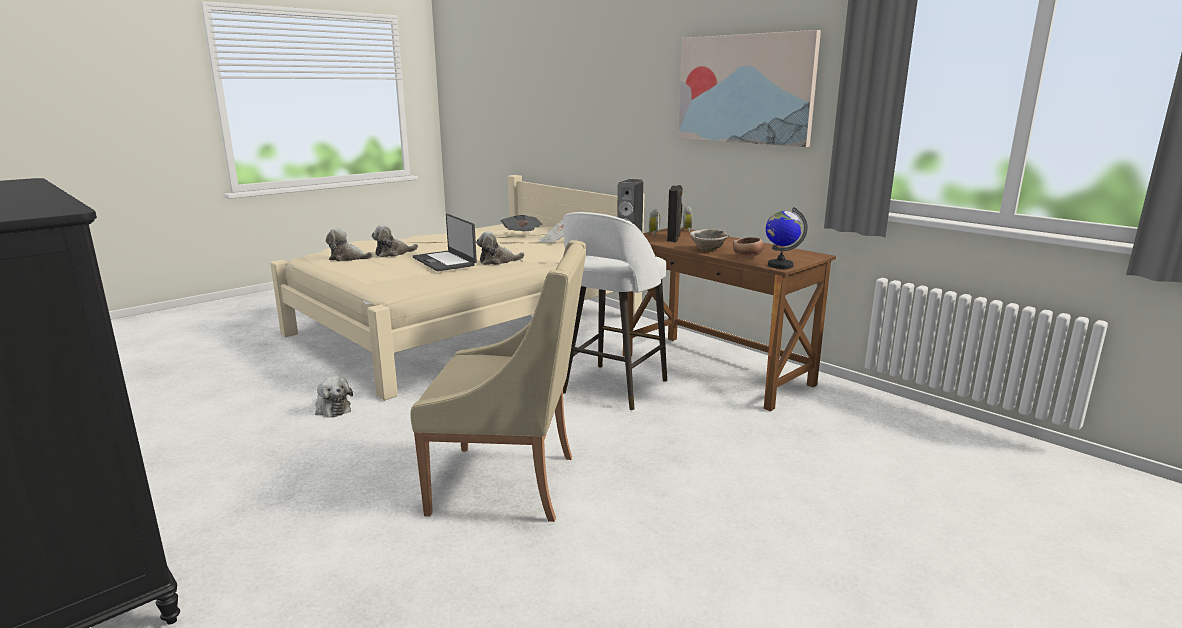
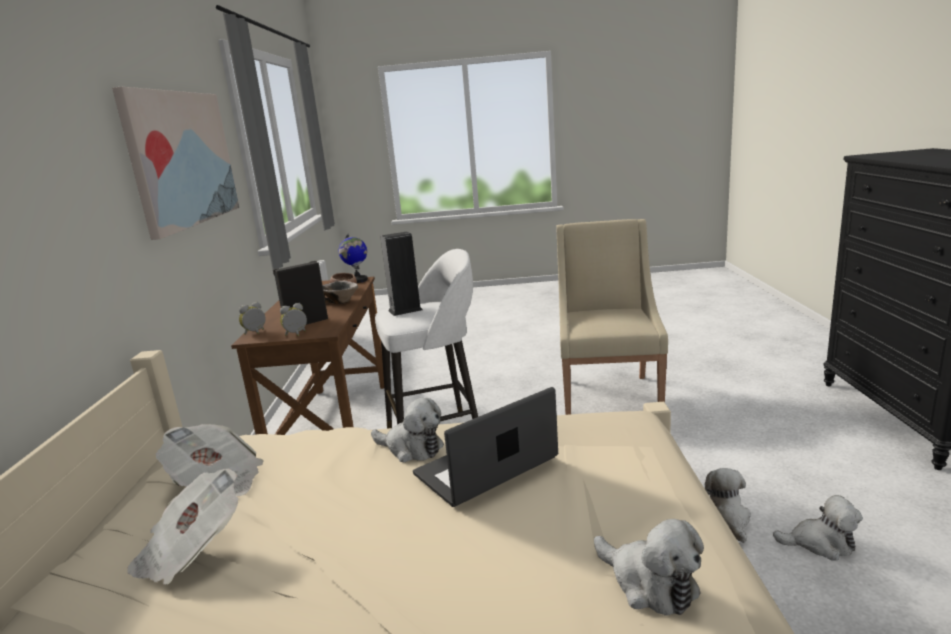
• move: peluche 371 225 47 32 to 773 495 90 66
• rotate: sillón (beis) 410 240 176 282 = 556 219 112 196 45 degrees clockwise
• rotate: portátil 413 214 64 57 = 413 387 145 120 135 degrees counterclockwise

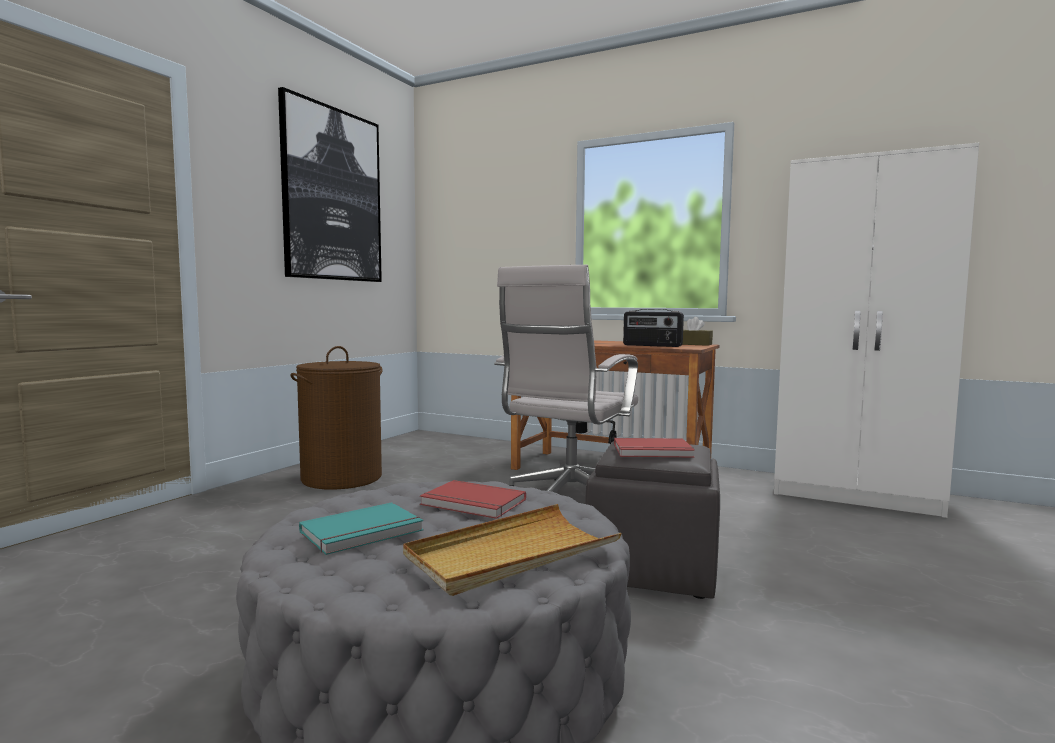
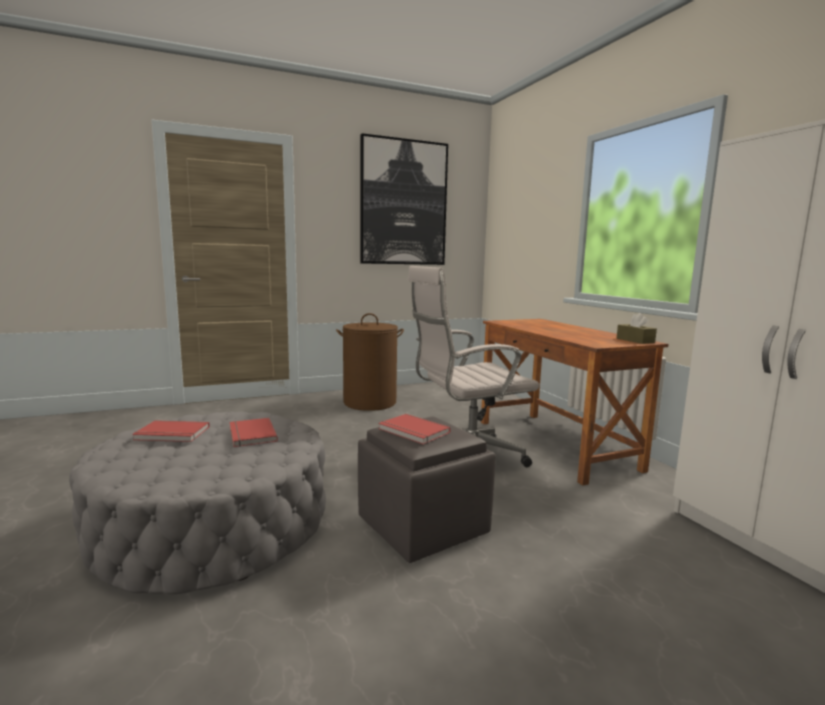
• delete: bandeja (beis) 403 504 219 92
• delete: radio 623 309 61 38
• recolor: libro (turquesa) 299 502 124 53 to libro (rojo) 132 420 78 22

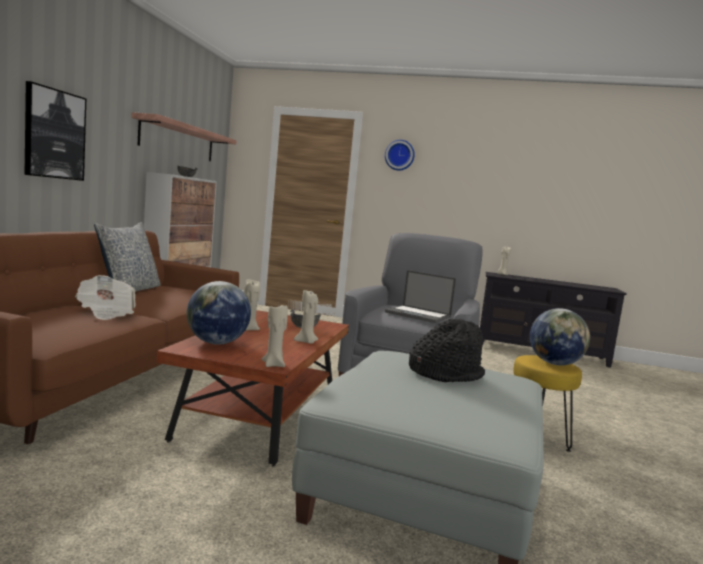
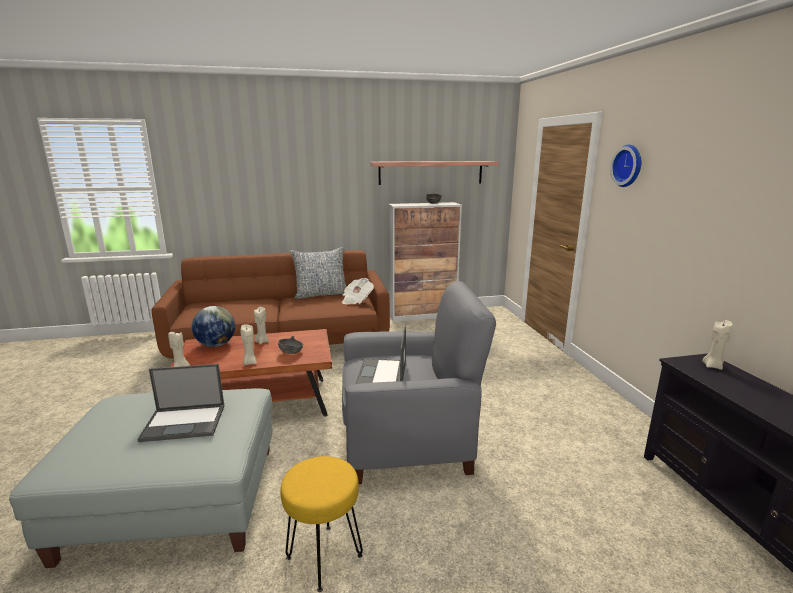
• delete: cuadro 24 81 62 100
• delete: globo terráqueo 530 308 60 58
• move: periódico 75 275 61 45 to 342 278 32 26
• replace: sombrero (negro) 409 319 76 63 to portátil 137 364 87 78

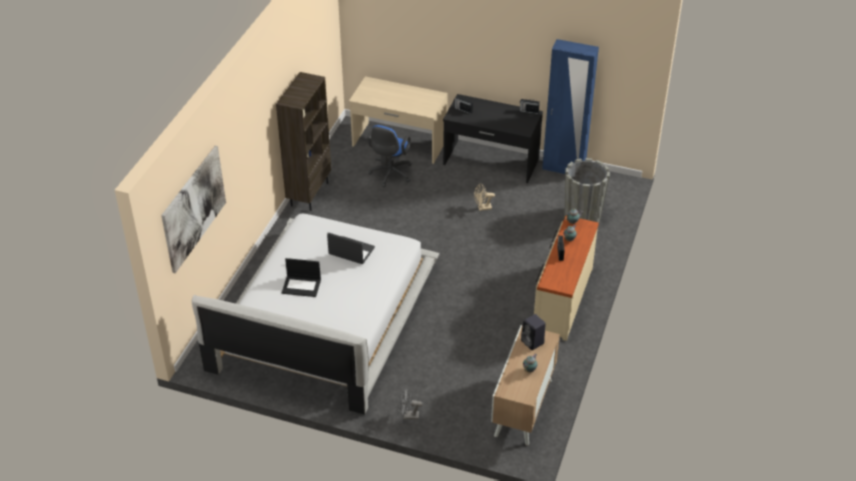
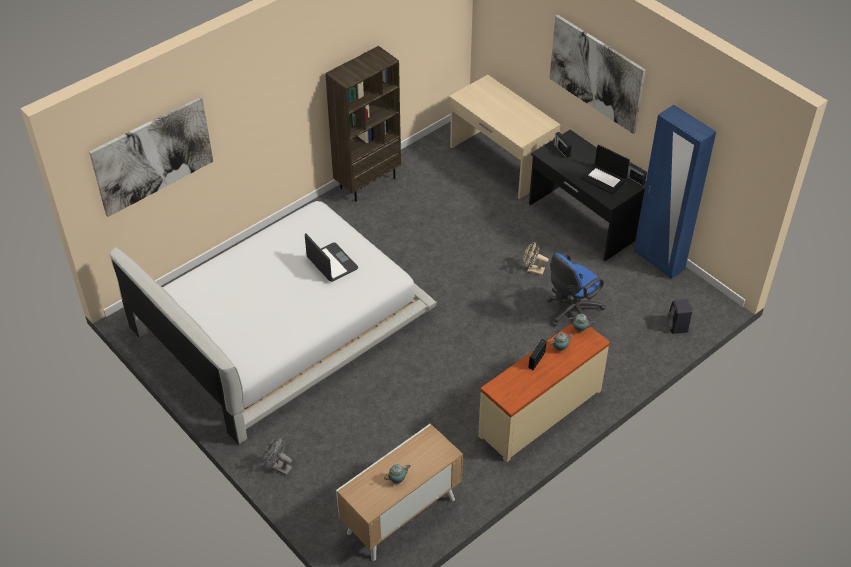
• delete: maceta (gris) 565 158 45 65
• insert: cuadro 549 15 97 119
• move: portátil 282 258 39 39 to 581 144 49 50
• move: silla de oficina (azul) 368 125 43 62 to 547 253 58 74
• move: altavoz (negro) 521 314 25 36 to 667 299 26 35

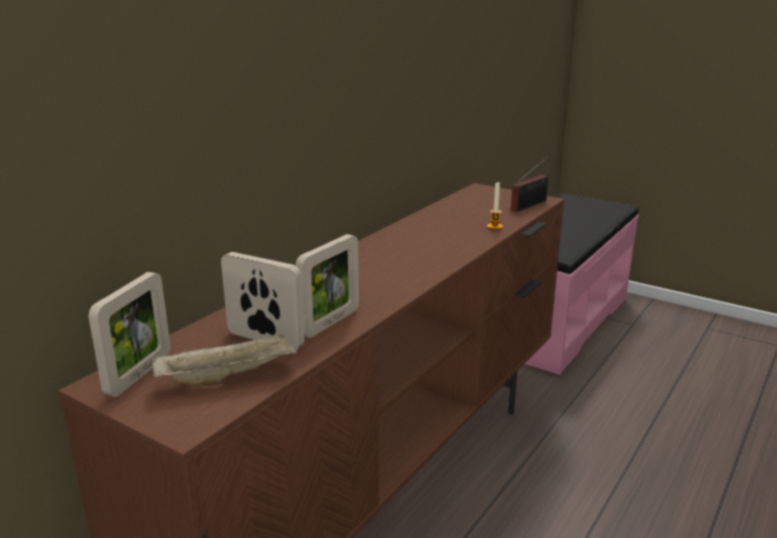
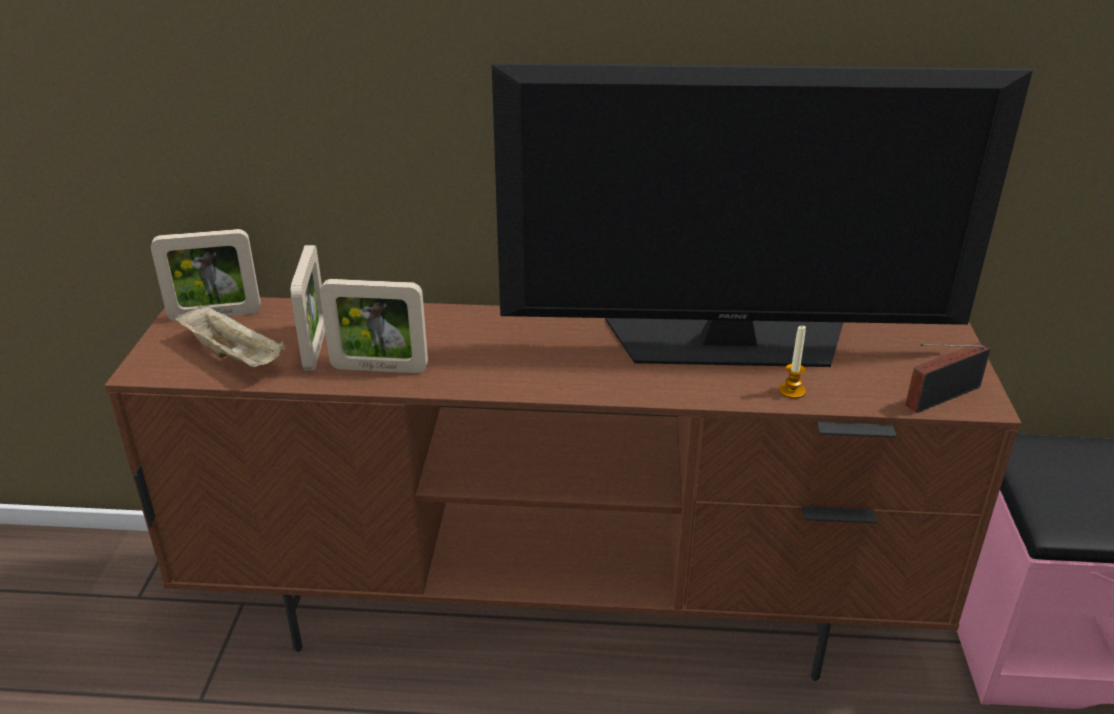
• insert: televisor 492 63 541 304
• rotate: radio 511 155 38 57 = 906 343 84 70 135 degrees clockwise

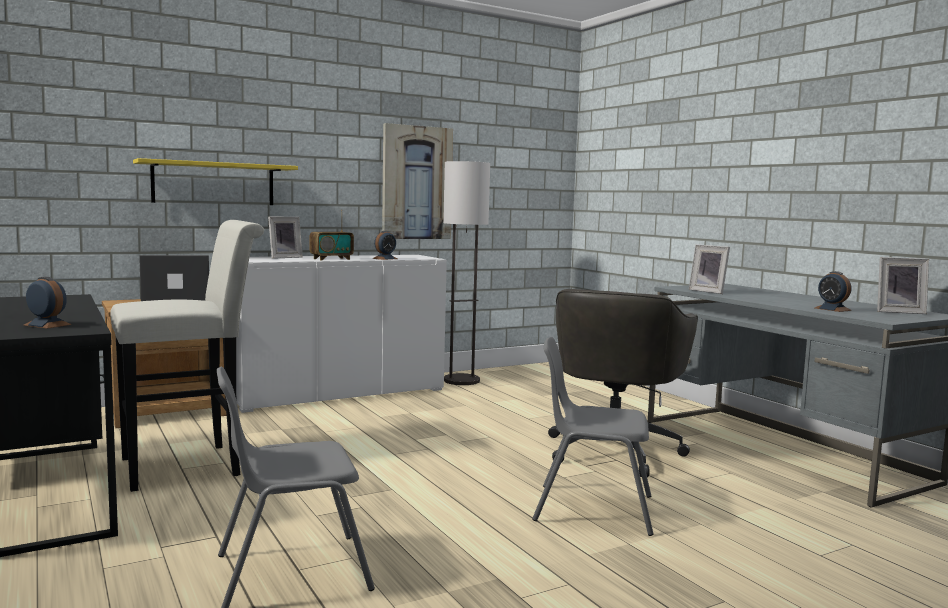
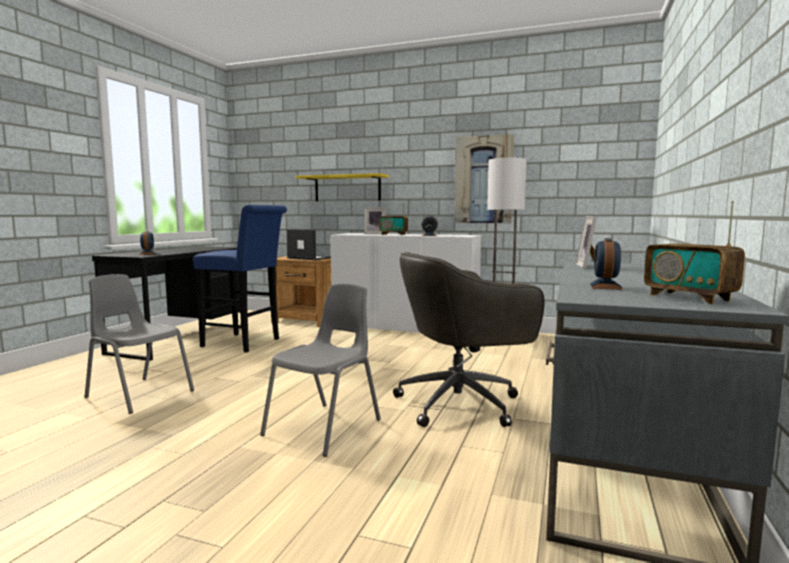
• replace: portarretratos 877 257 52 57 to radio 644 201 101 103
• recolor: taburete (blanco) 110 220 154 272 to taburete (azul) 193 205 94 148
• rotate: silla (gris) 532 337 122 199 = 260 283 121 174 60 degrees clockwise

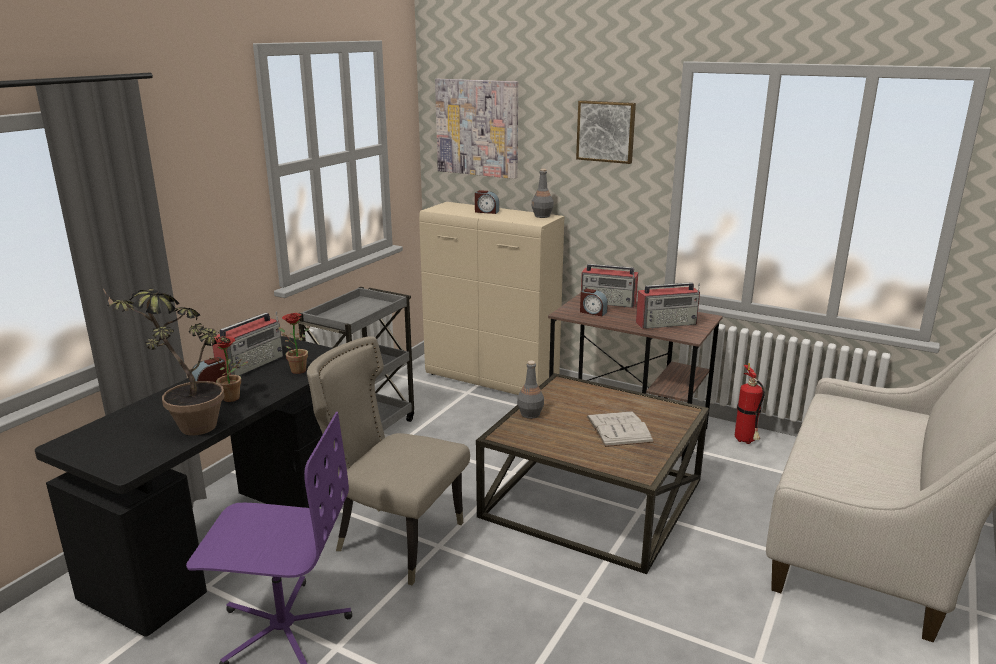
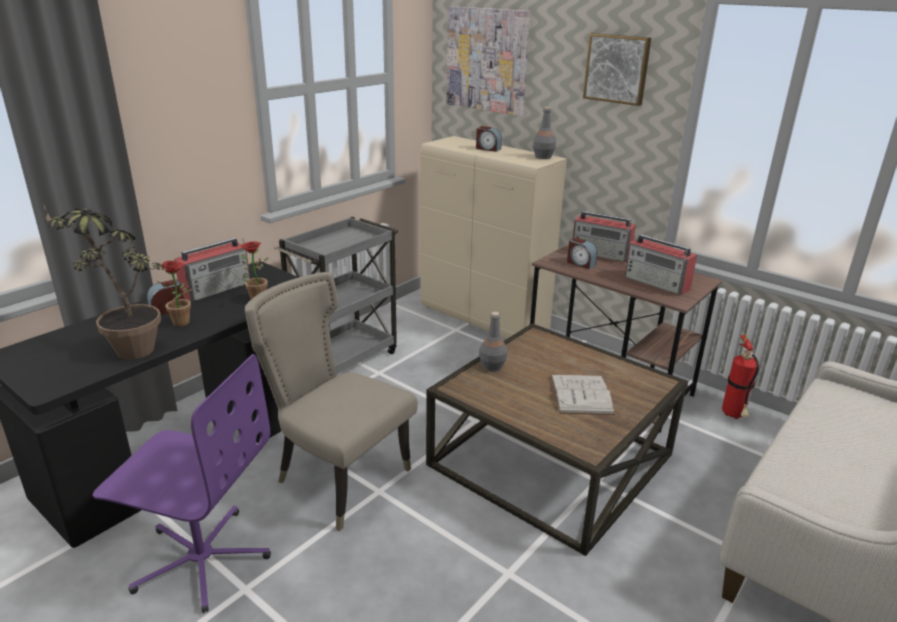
• rotate: radio 636 282 64 47 = 625 234 72 61 45 degrees clockwise

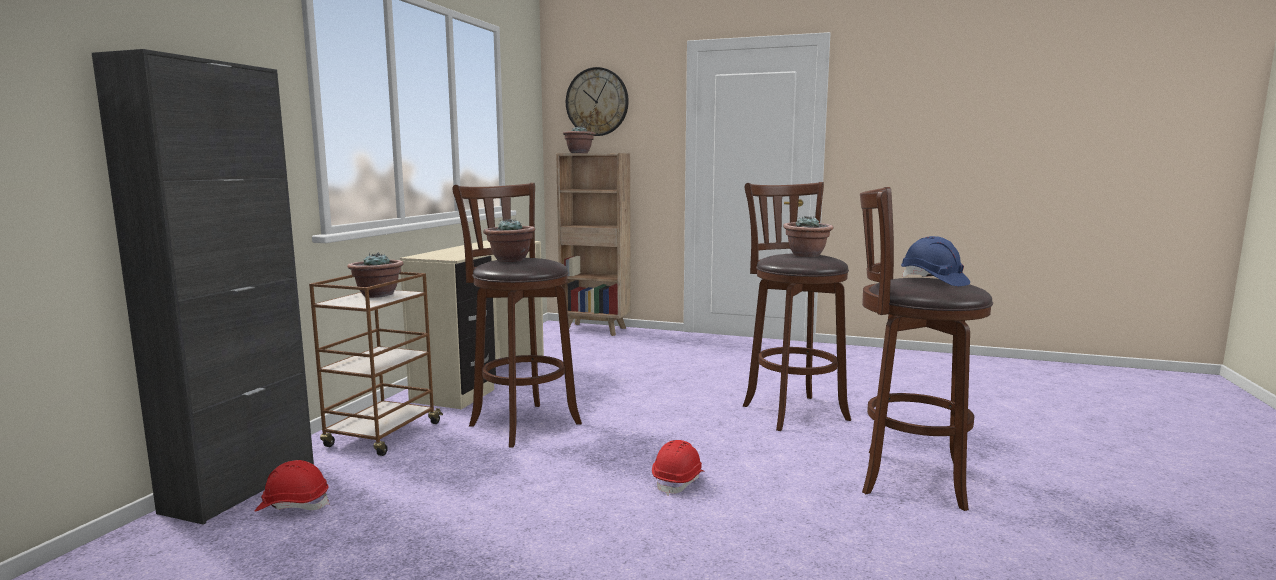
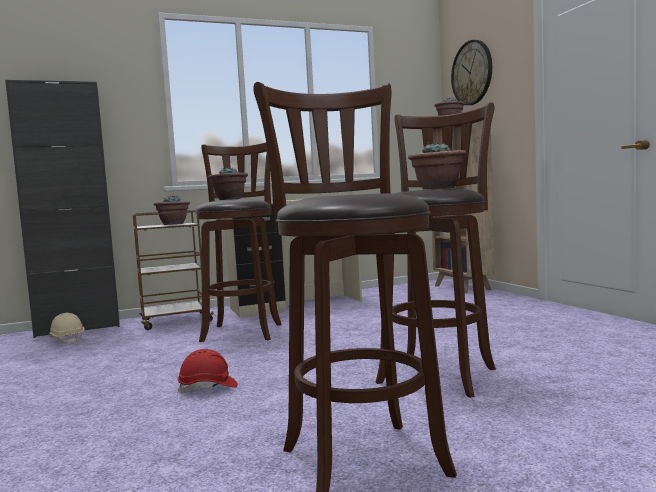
• delete: casco (azul) 901 236 69 50
• recolor: casco (rojo) 255 460 74 52 to casco (beis) 49 313 36 31

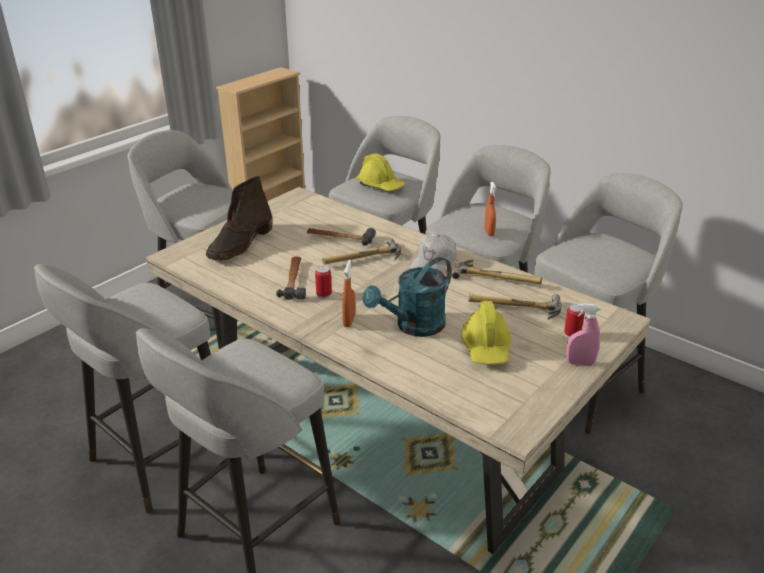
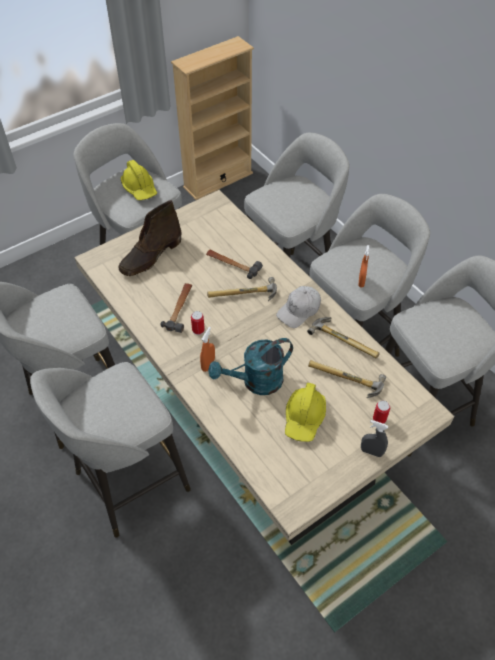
• move: casco (amarillo) 356 153 49 38 to 121 160 36 40
• recolor: pulverizador (rosa) 566 303 35 63 to pulverizador (gris) 361 420 27 37

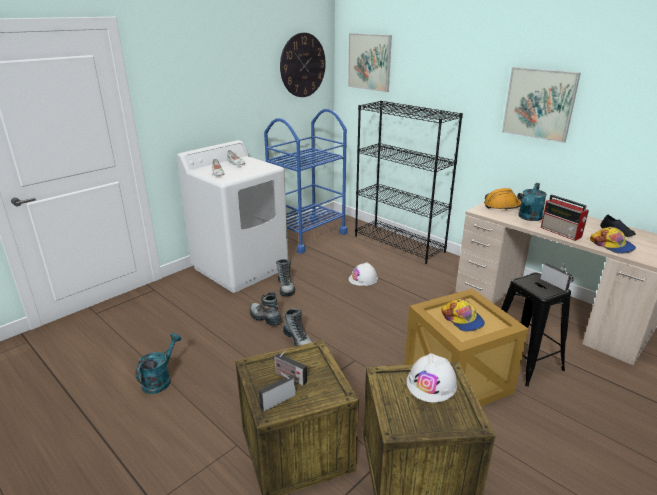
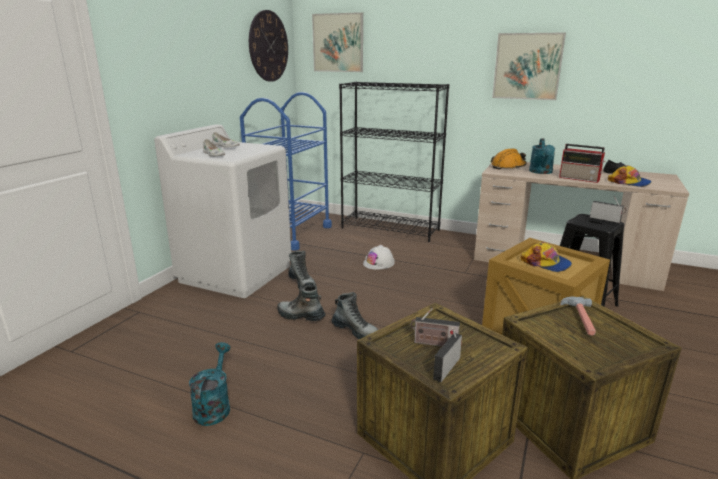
• replace: casco (blanco) 406 353 51 49 to martillo 560 297 36 39

